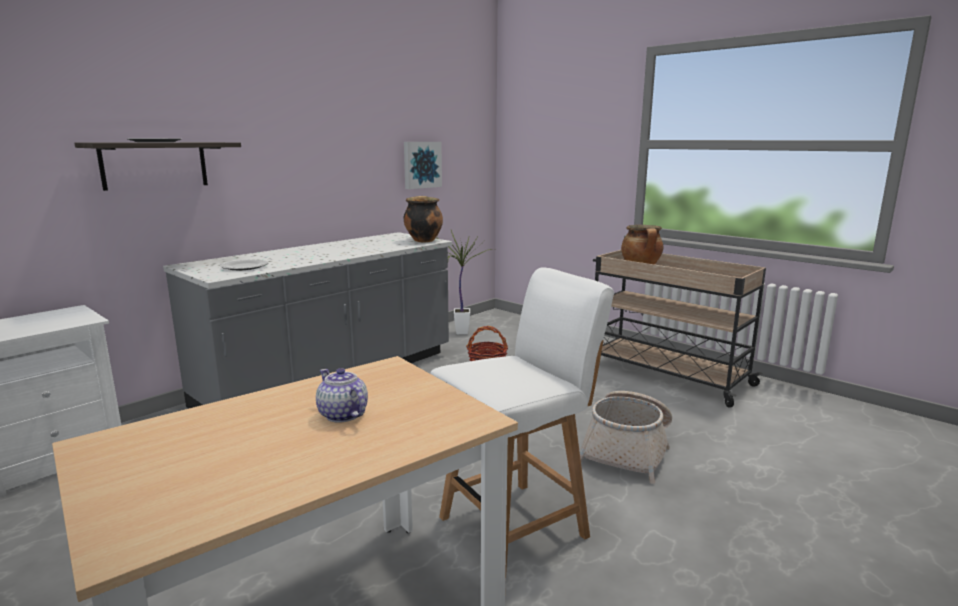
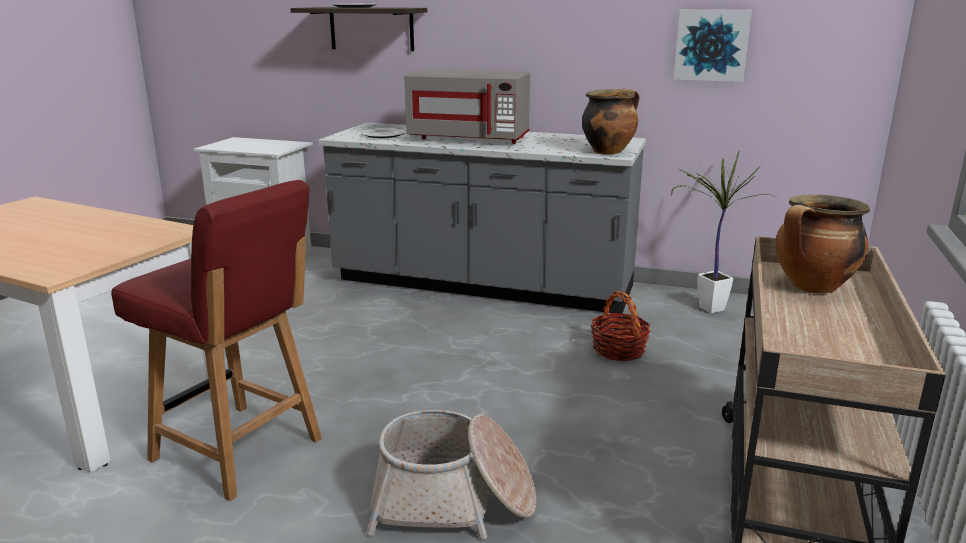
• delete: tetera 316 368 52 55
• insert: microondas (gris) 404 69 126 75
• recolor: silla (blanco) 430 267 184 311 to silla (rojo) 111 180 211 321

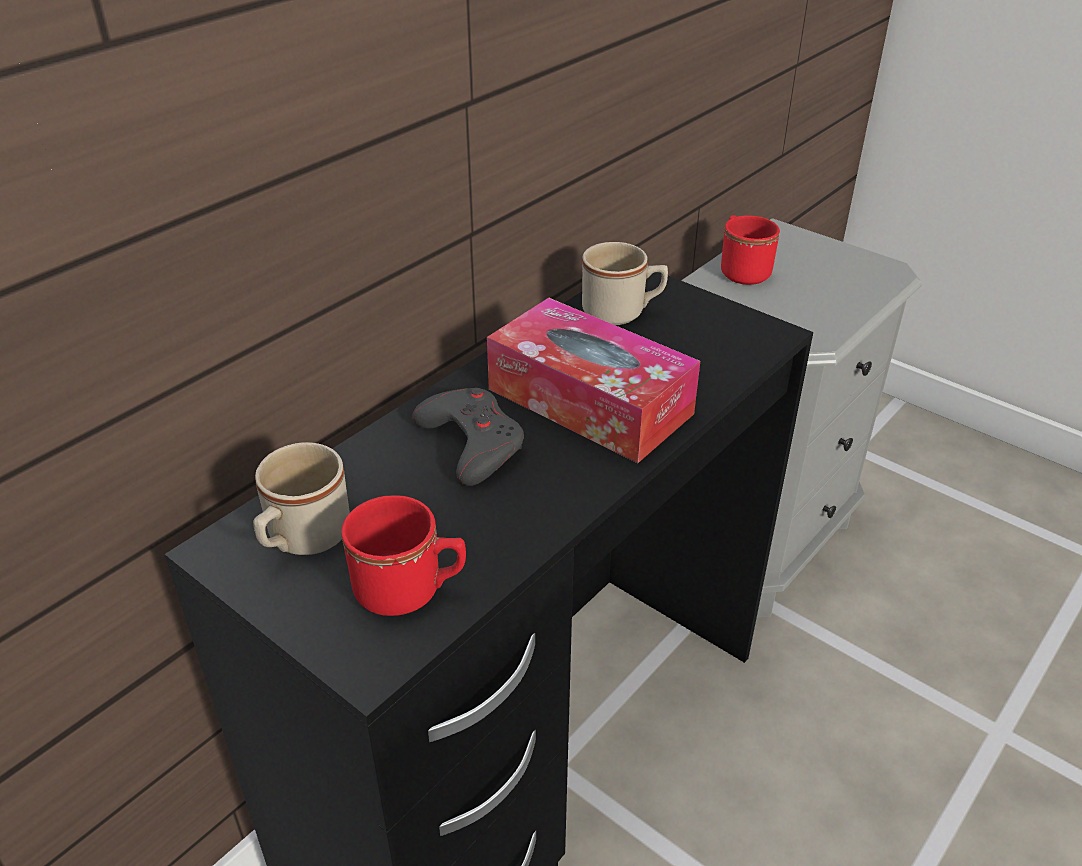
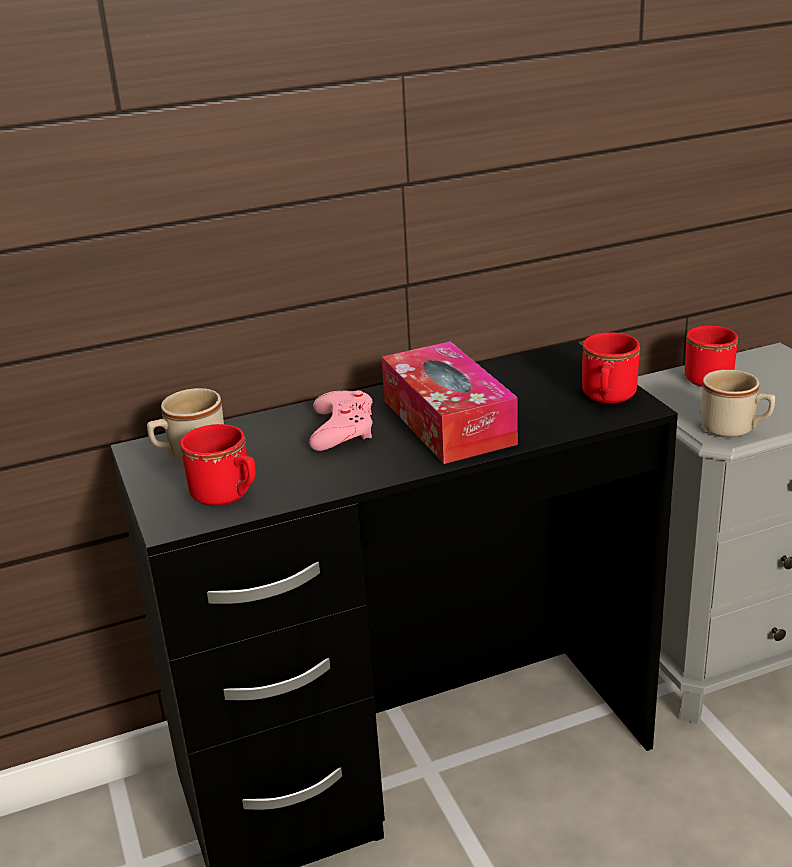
• insert: taza grande (rojo) 582 332 58 71
• move: taza grande (beis) 582 242 86 83 to 700 370 75 68
• recolor: mando de consola (gris) 412 388 112 98 to mando de consola (rosa) 309 390 63 61

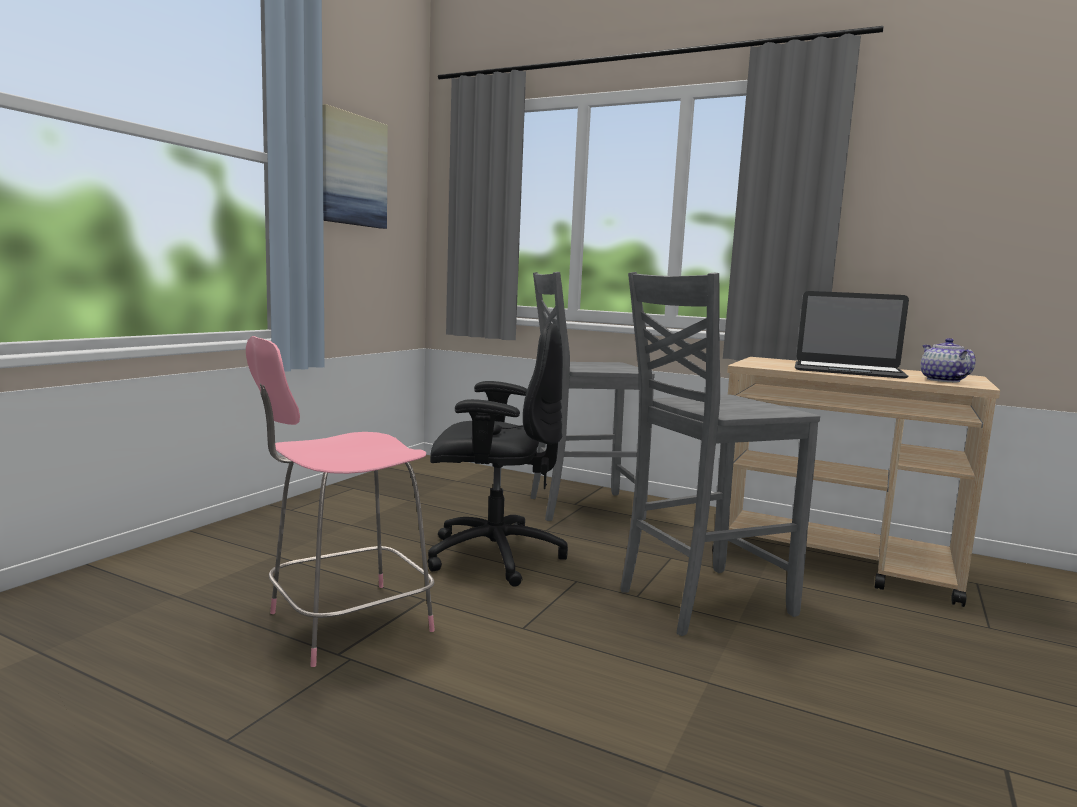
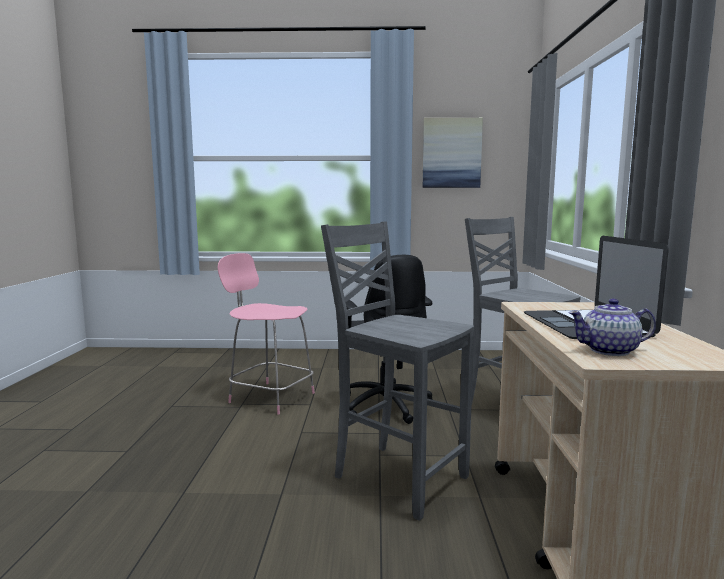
• rotate: tetera 921 338 55 44 = 568 299 88 57 150 degrees counterclockwise

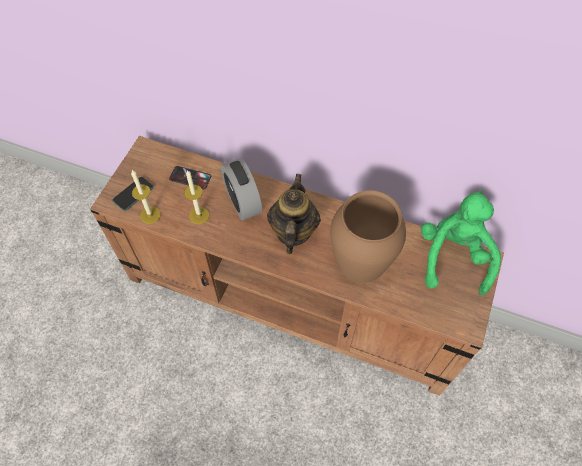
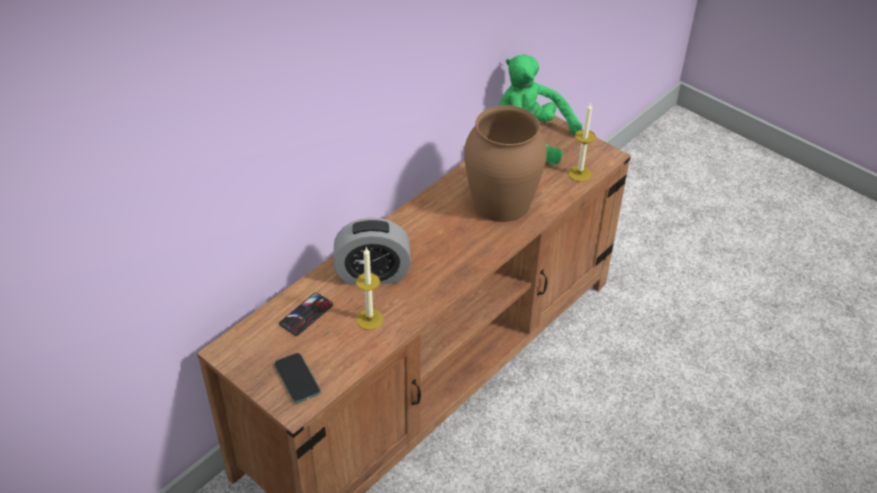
• delete: tetera 267 174 54 80
• move: vela 131 170 30 54 to 568 102 28 80

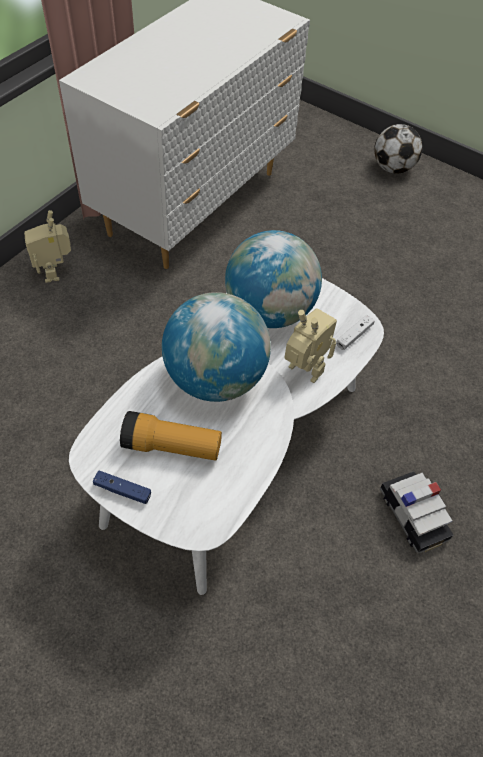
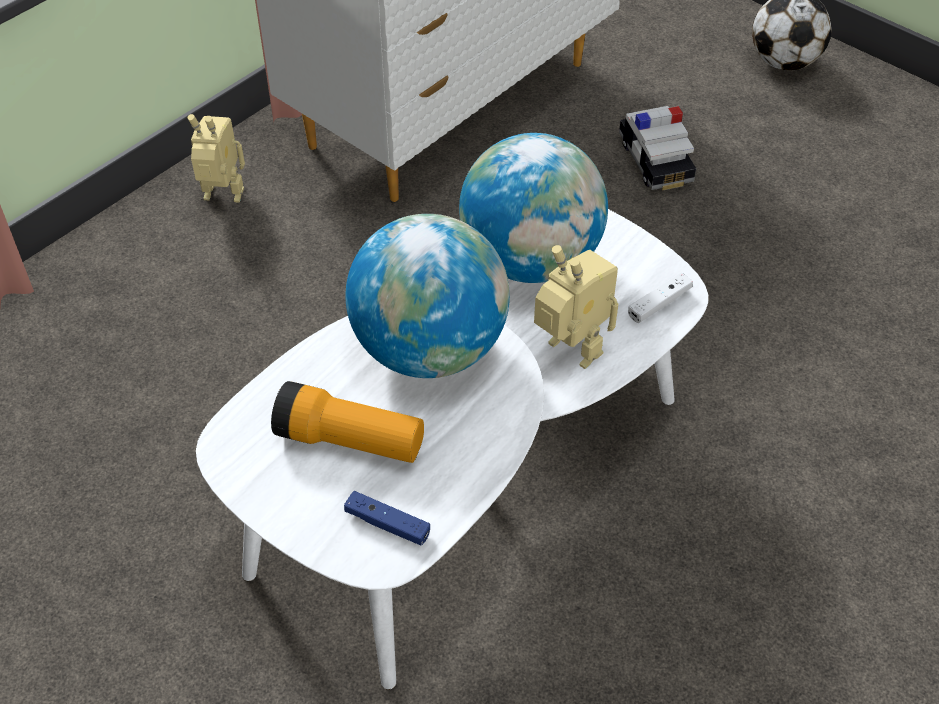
• move: mando de consola (azul) 93 470 58 34 to 344 491 86 54
• move: coche de juguete 380 471 73 83 to 619 106 77 85
• rotate: robot de juguete 24 210 47 73 = 187 114 58 89 105 degrees clockwise

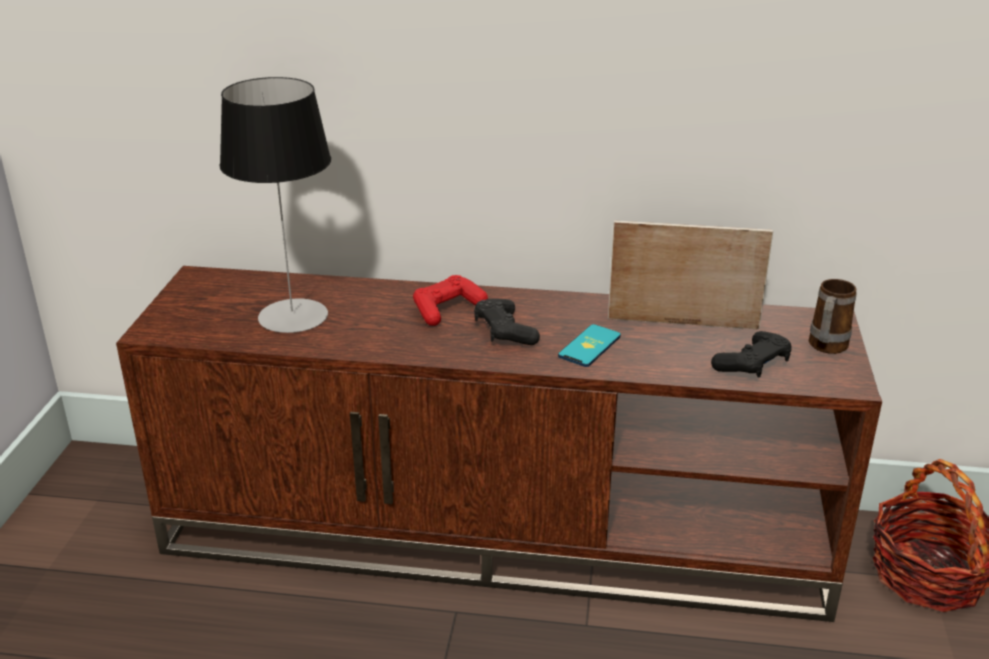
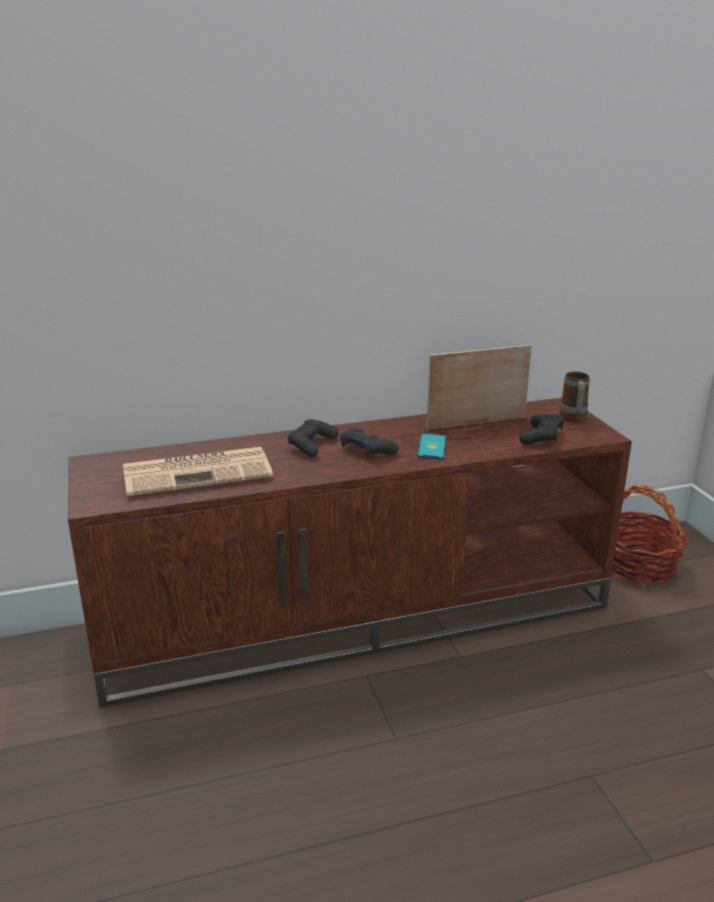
• replace: lámpara de mesa 220 77 111 256 to periódico 123 447 150 50
• recolor: mando de consola (rojo) 413 275 75 51 to mando de consola (negro) 288 419 51 38

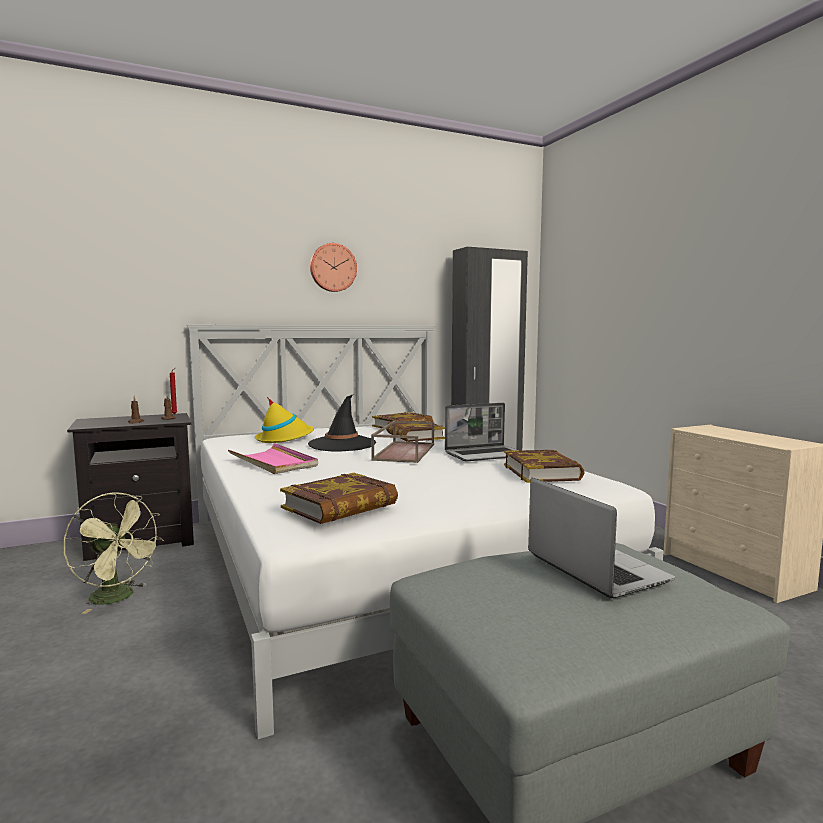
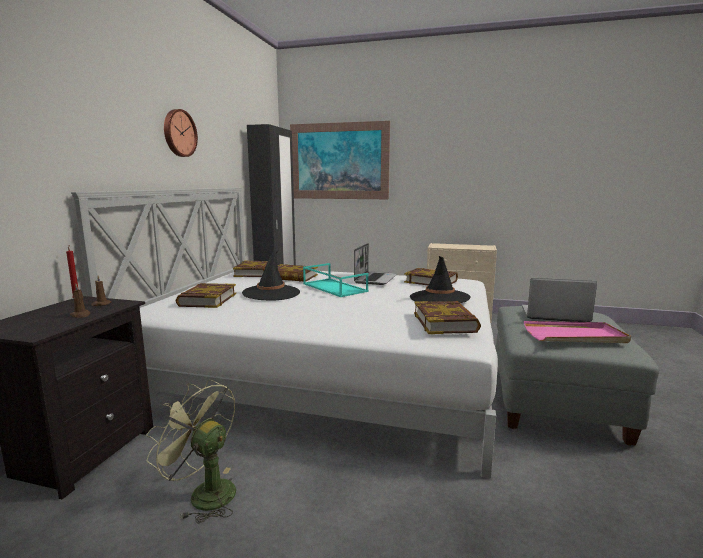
• insert: cuadro 290 121 100 78
• insert: sombrero (negro) 410 256 61 47
• move: bandeja (rosa) 228 443 90 31 to 524 321 107 22
• replace: sombrero (amarillo) 255 397 59 46 to libro 176 283 60 25
• recolor: bandeja (marrón) 371 421 63 42 to bandeja (turquesa) 303 263 65 34
• rotate: ventilador (verde) 63 493 101 121 = 146 379 90 144 135 degrees counterclockwise

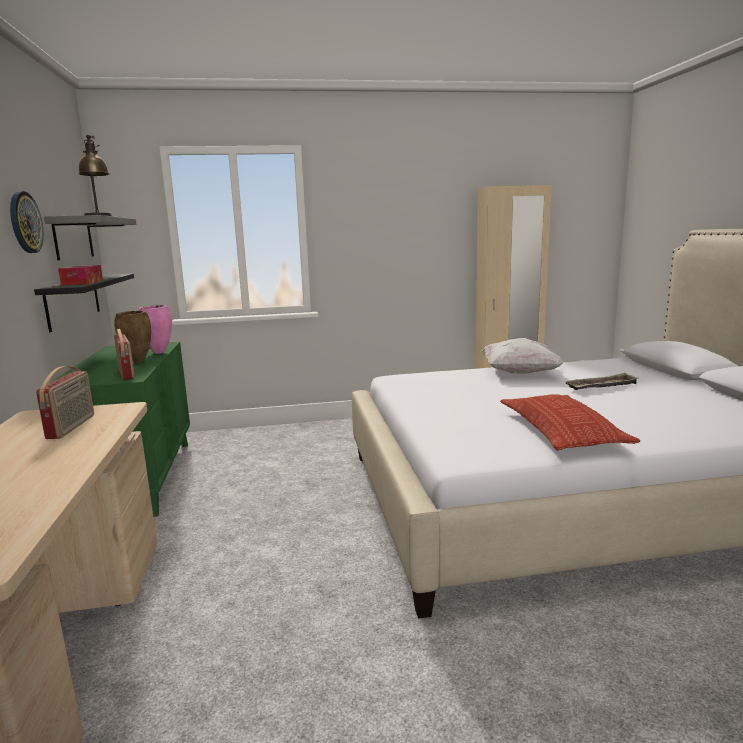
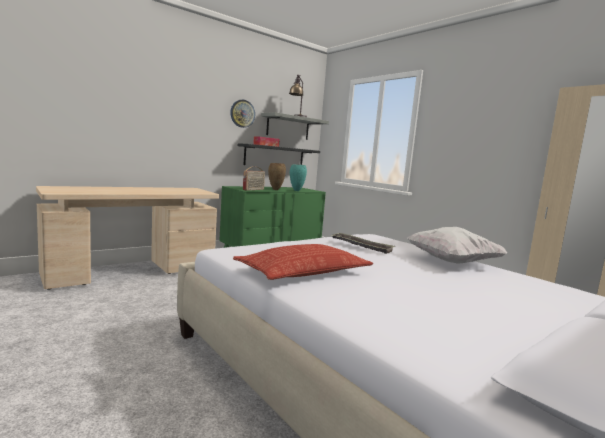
• delete: radio 36 366 58 73
• move: bandeja 565 373 73 17 to 332 232 63 22
• recolor: florero (rosa) 139 305 33 49 to florero (turquesa) 290 164 17 27

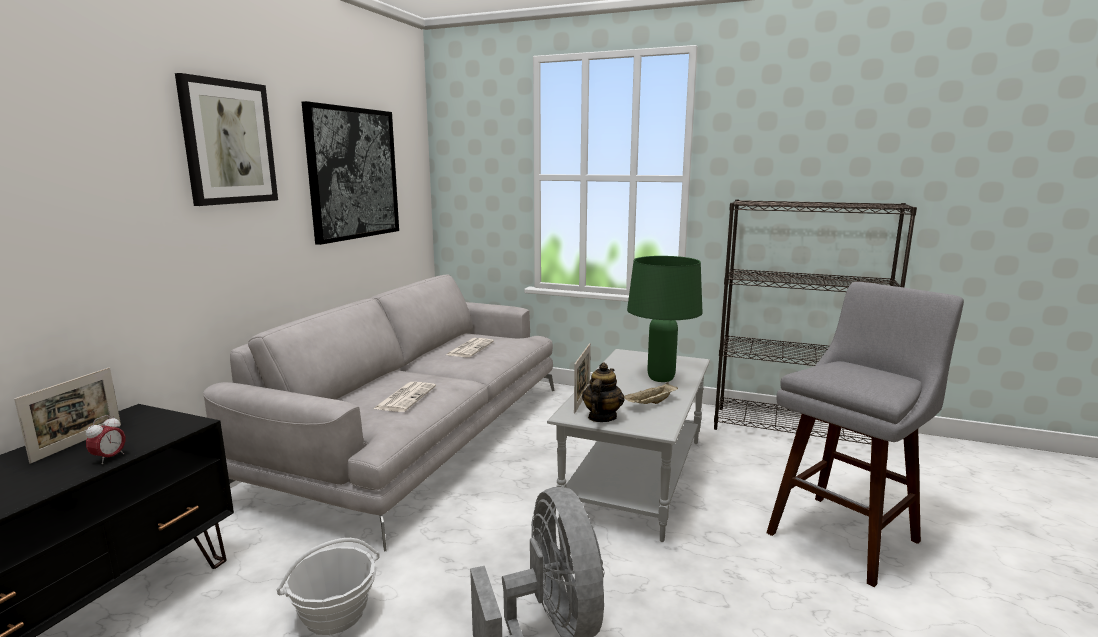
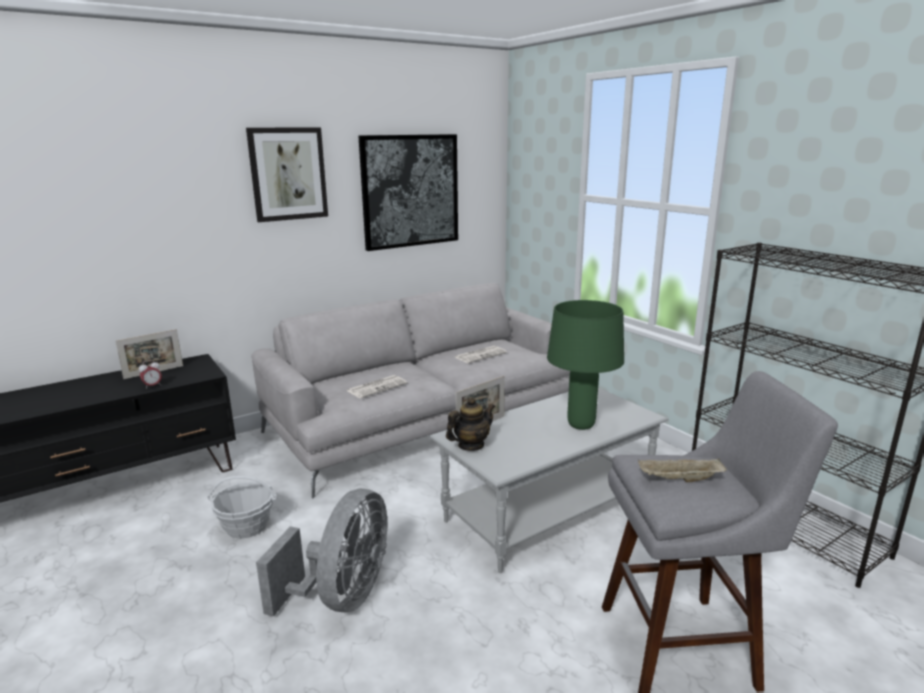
• move: bandeja (beis) 624 382 54 22 to 638 458 89 24

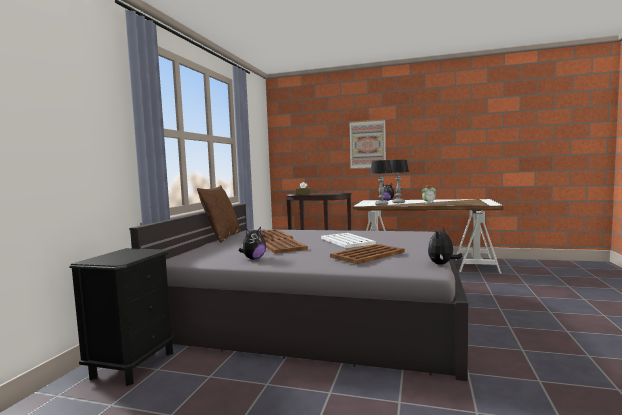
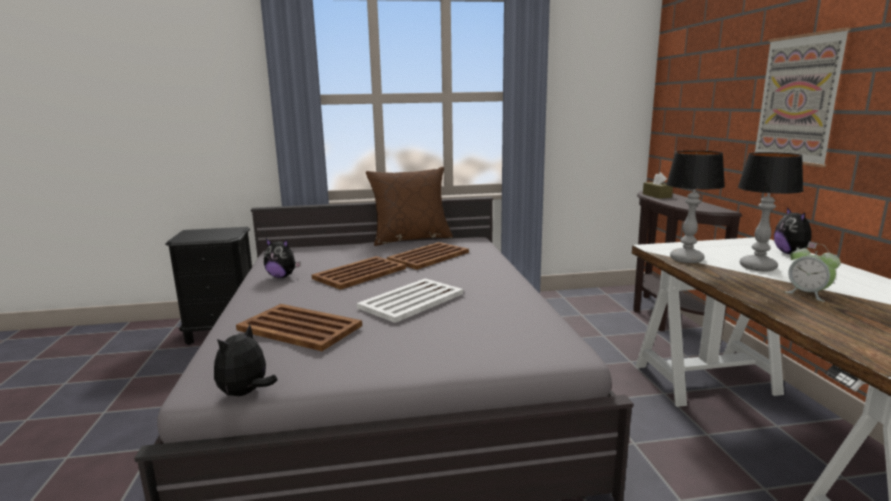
• rotate: peluche 428 227 35 38 = 214 325 63 71 75 degrees counterclockwise

